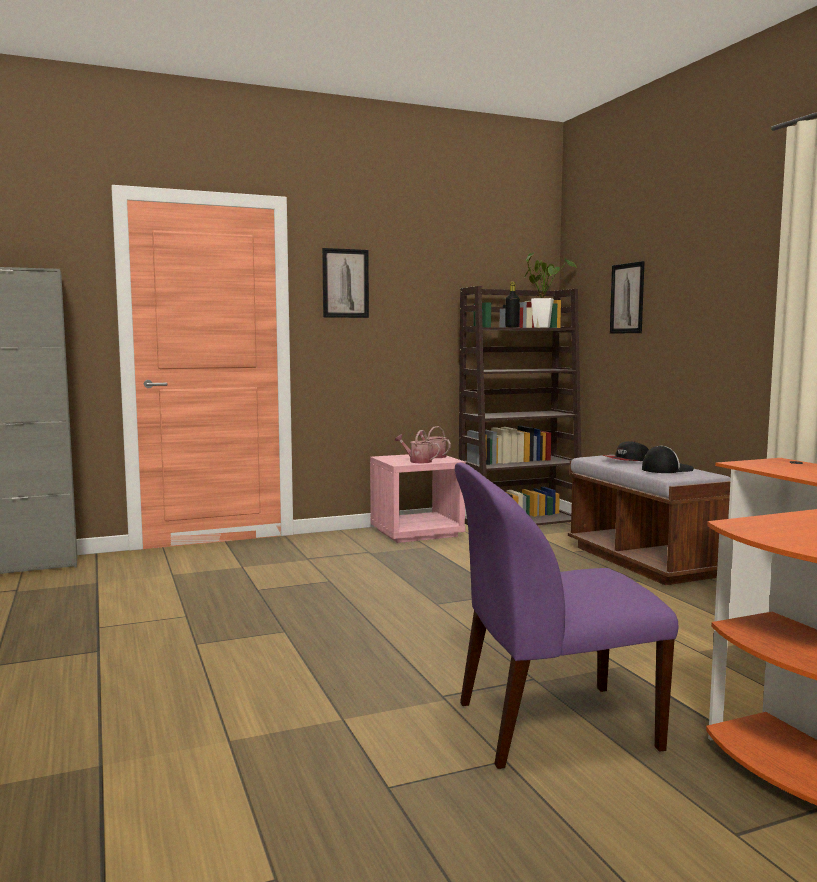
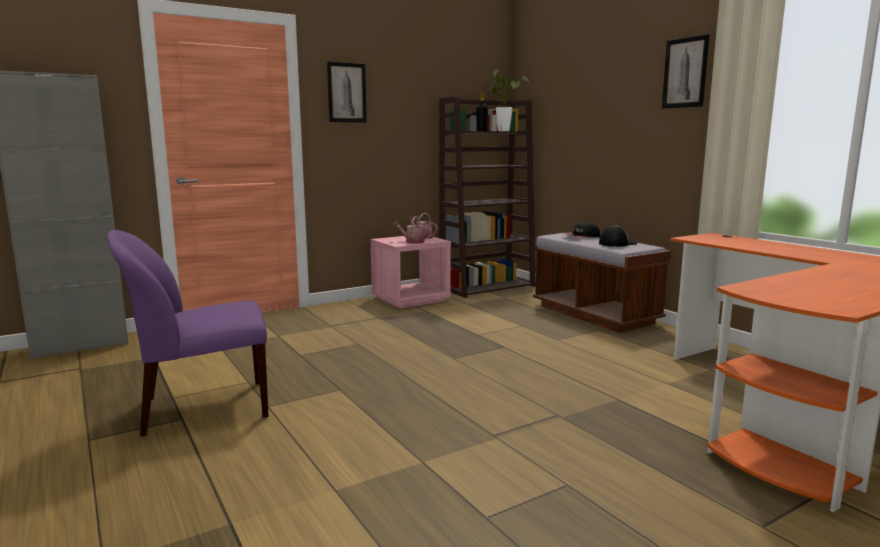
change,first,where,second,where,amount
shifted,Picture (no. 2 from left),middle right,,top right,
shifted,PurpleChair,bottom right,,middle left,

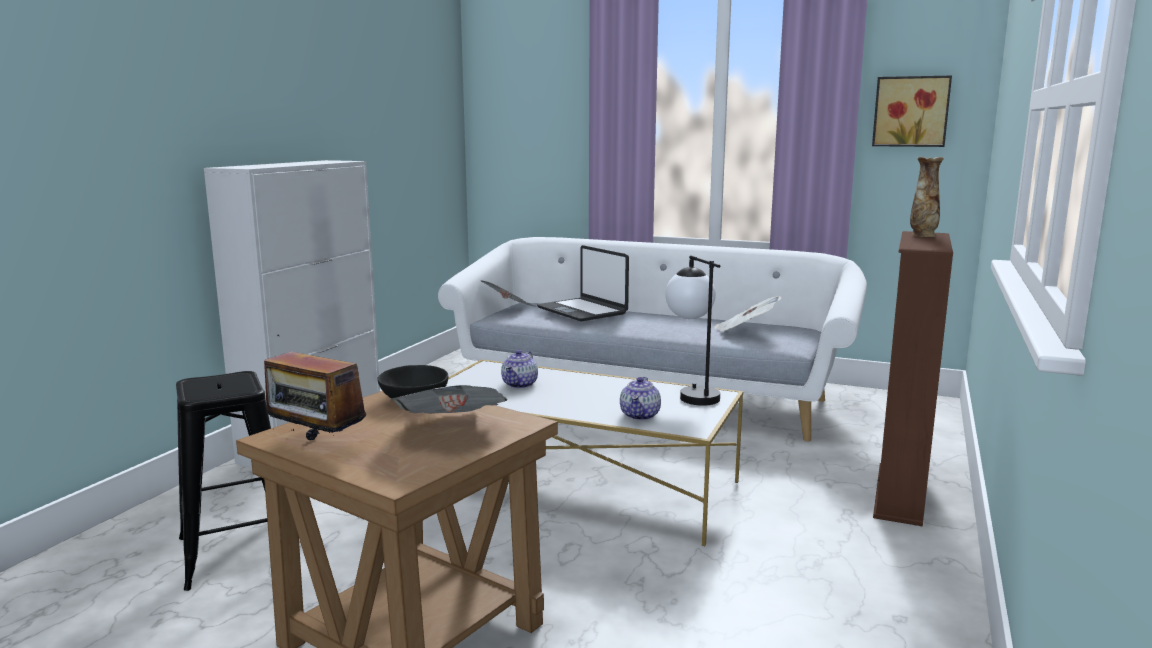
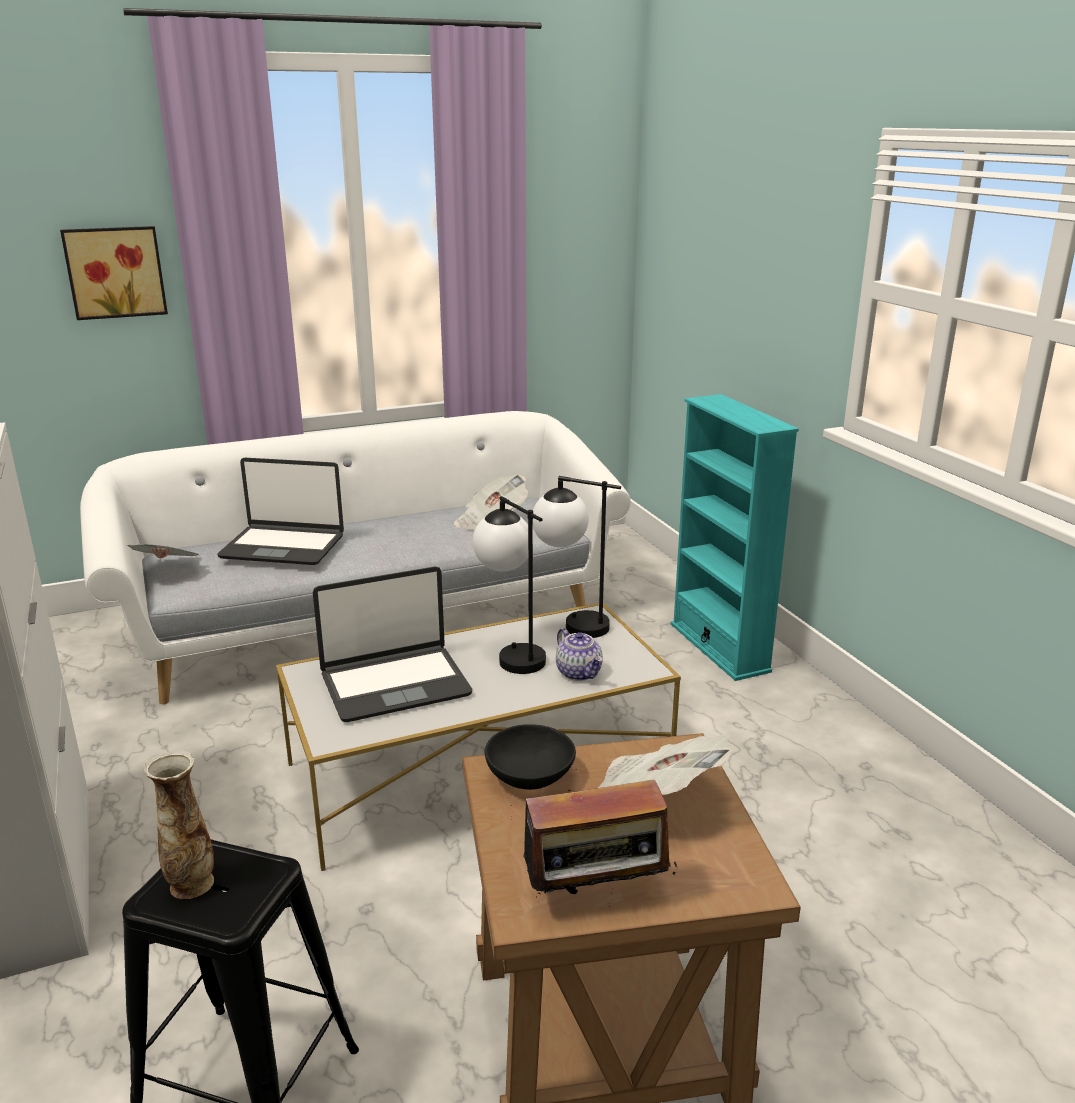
change,first,where,second,where,amount
shifted,Picture,top right,,top left,
shifted,Vase,top right,,bottom left,
repainted,BrownBookcase,middle right,TurquoiseBookcase,middle right,
swapped,Teapot (no. 1 from left),centre,Laptop (no. 2 from left),centre,
new,,,TableLamp (no. 1 from left),centre,

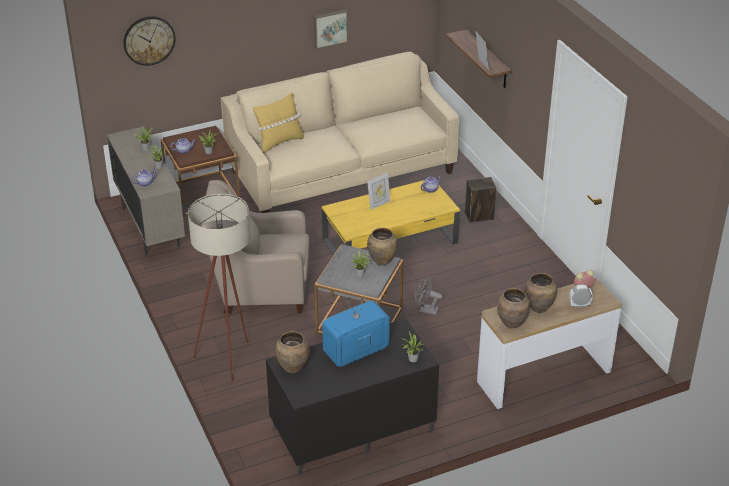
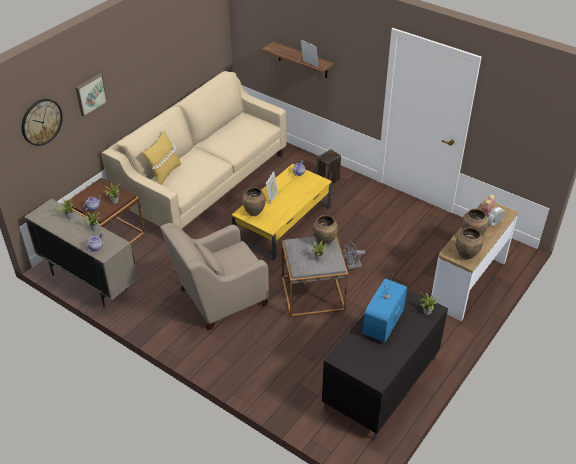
change,first,where,second,where,amount
shifted,Picture,top centre,,top left,
gone,BeigeFloorLamp,middle left,,,
shifted,BrownVase (no. 1 from left),bottom centre,,centre,

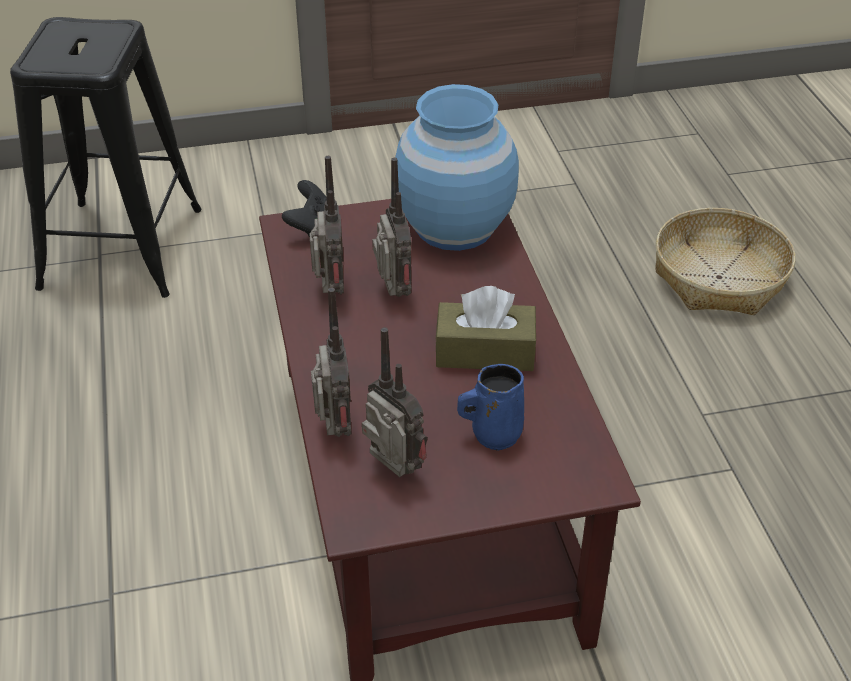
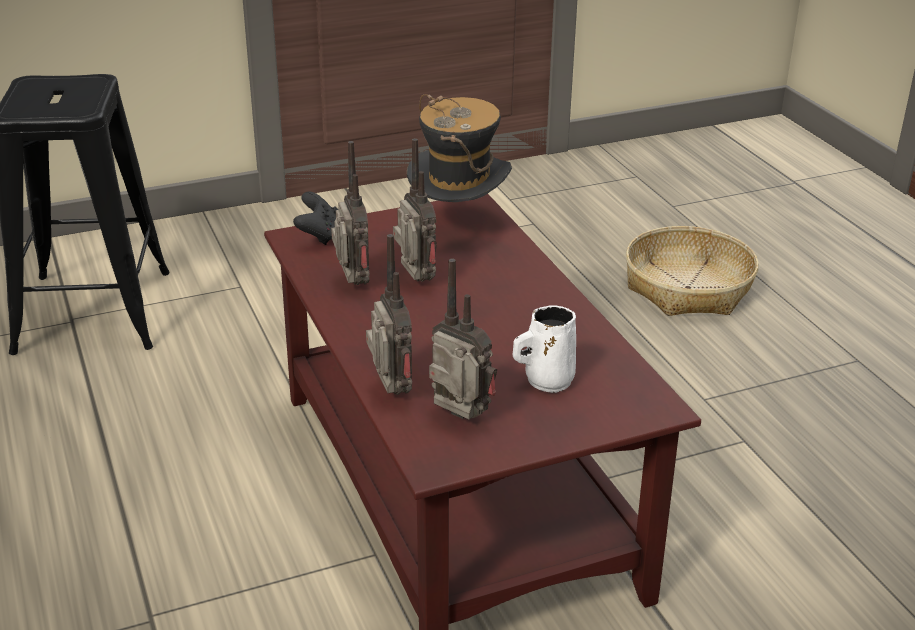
change,first,where,second,where,amount
swapped,BlueVase,top centre,Hat,top centre,
gone,BrownTissueBox,centre,,,
repainted,BlueMug,centre,WhiteMug,centre,

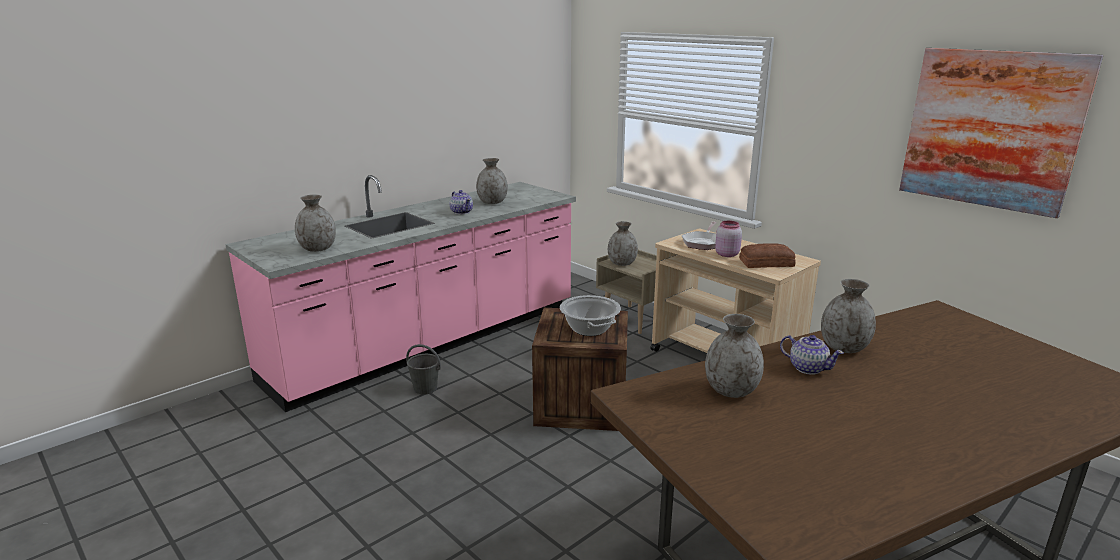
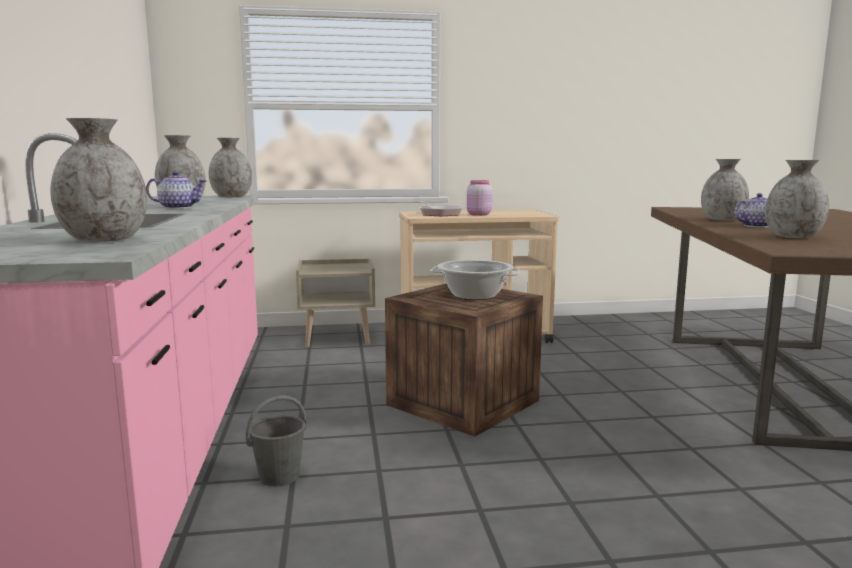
change,first,where,second,where,amount
gone,Picture,top right,,,
shifted,GreyVase (no. 3 from left),centre,,top left,
gone,Bread,middle right,,,

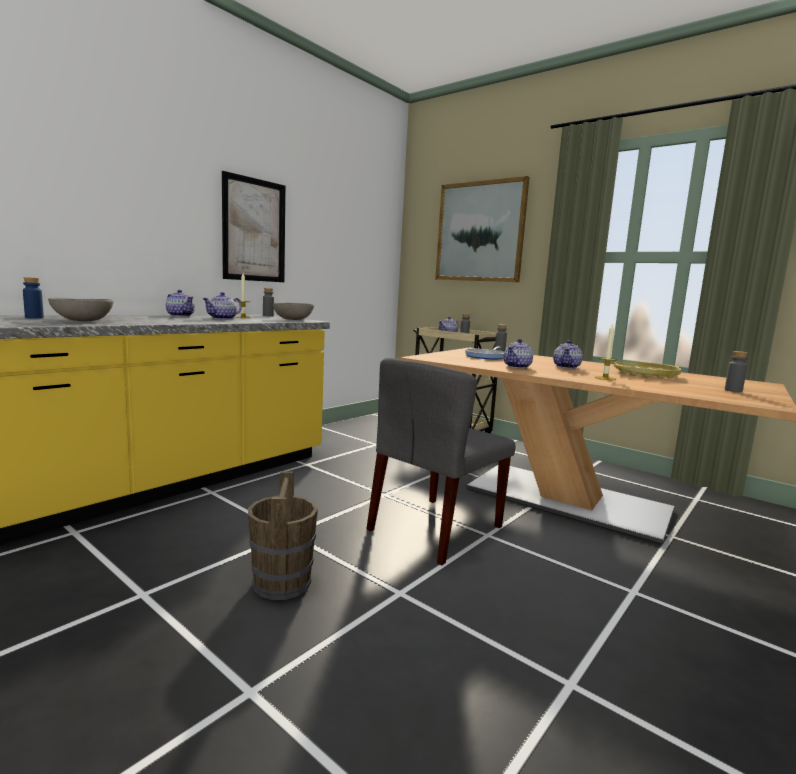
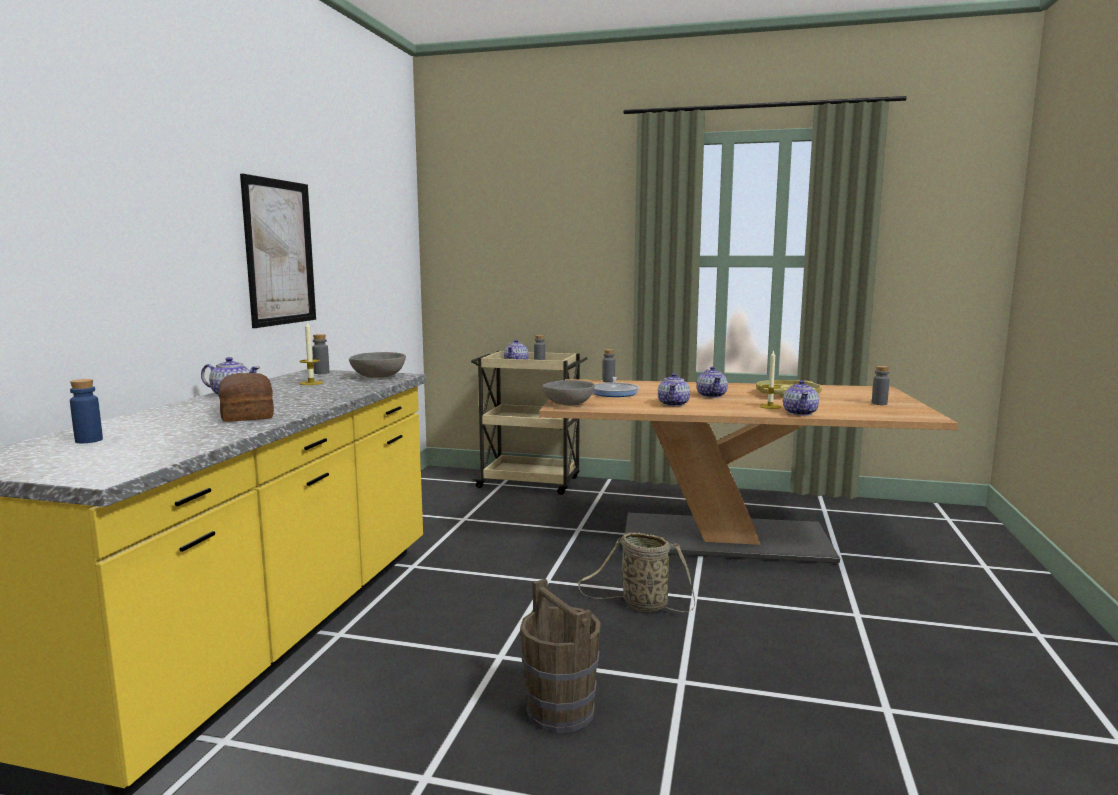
change,first,where,second,where,amount
gone,Picture (no. 2 from left),top centre,,,
shifted,Teapot (no. 2 from left in the first image),middle left,Teapot (no. 5 from left),middle right,
shifted,GreyBowl (no. 1 from left in the first image),middle left,GreyBowl (no. 2 from left),centre,
swapped,GreyChair,centre,Basket,bottom centre,
new,,,Bread,middle left,

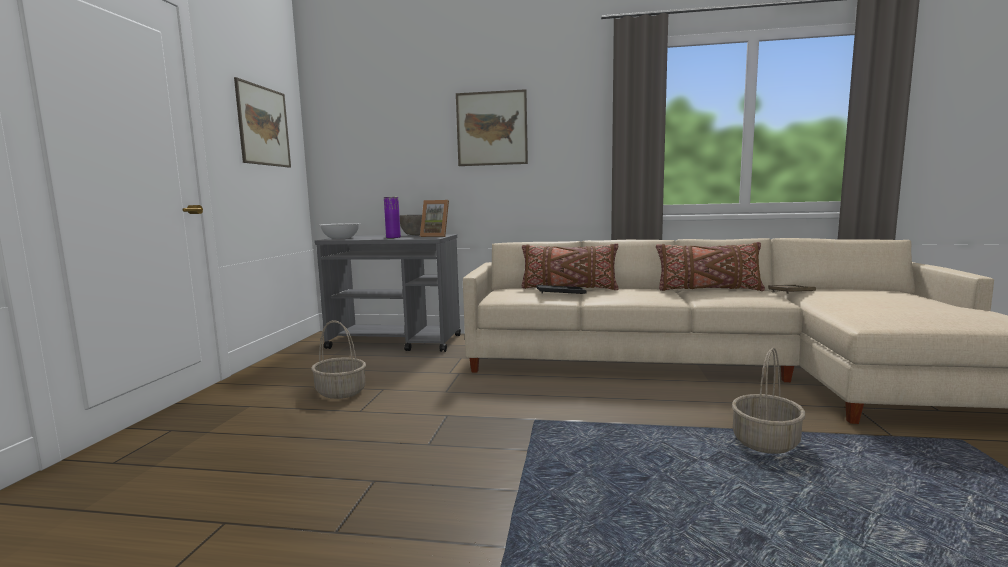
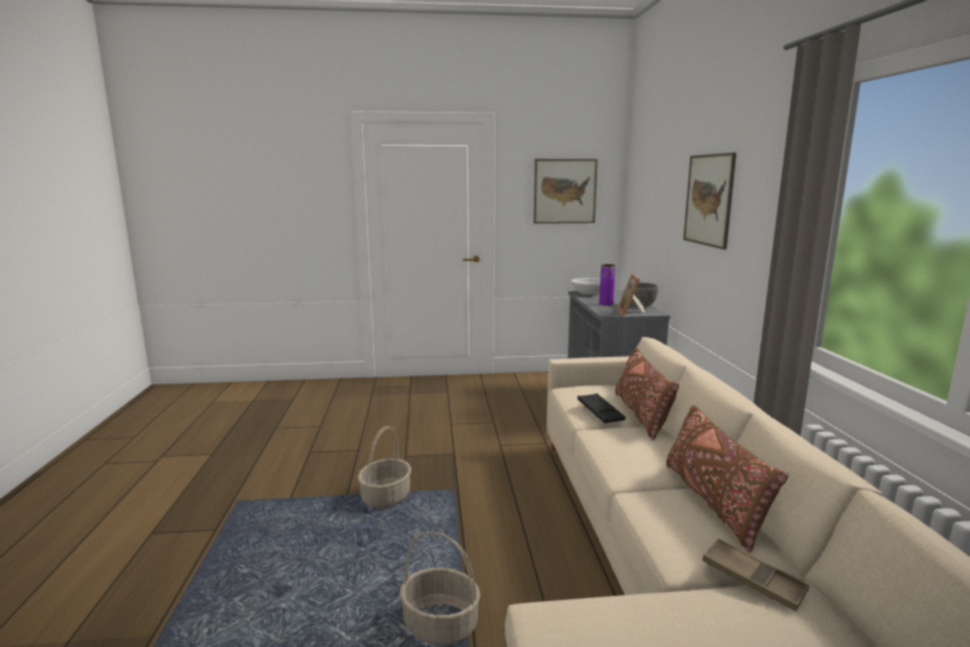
change,first,where,second,where,amount
shifted,Basket (no. 1 from left),centre,,bottom centre,

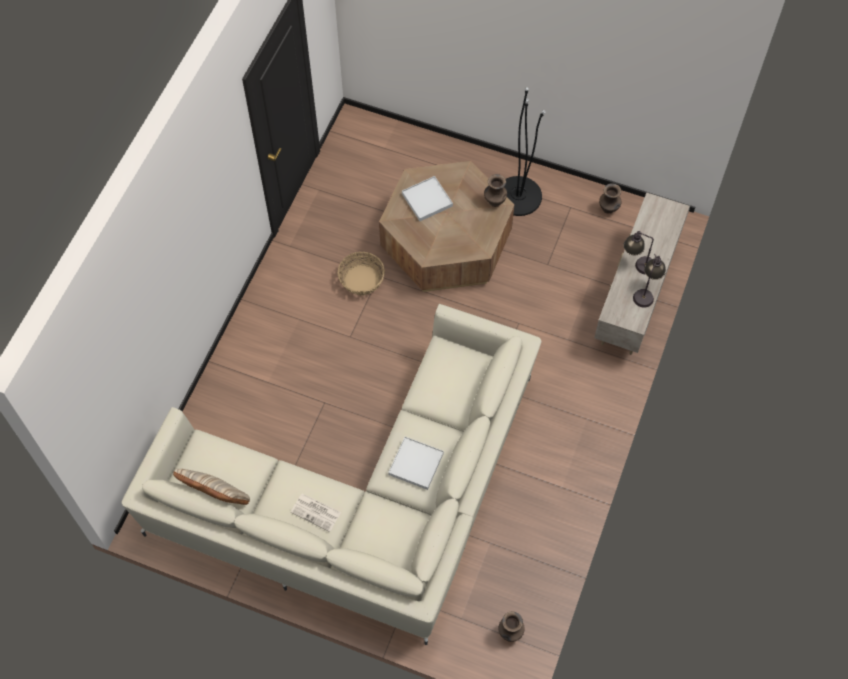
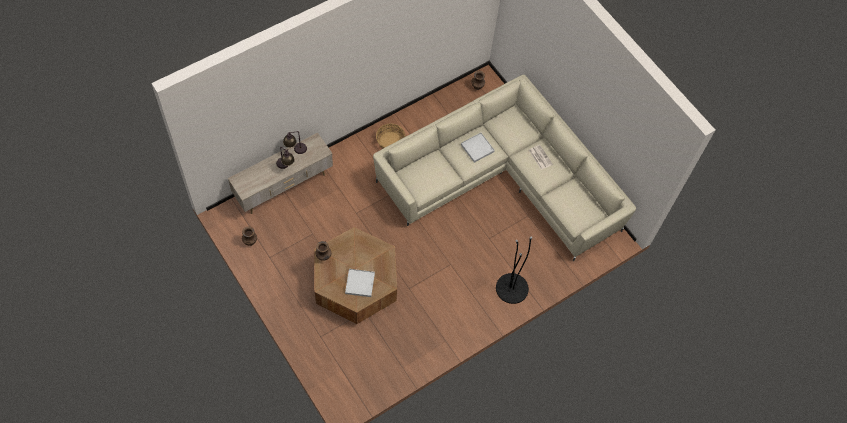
change,first,where,second,where,amount
shifted,BlackFloorLamp,top centre,,centre,
shifted,Basket,centre,,top centre,
gone,BeigePillow,bottom left,,,

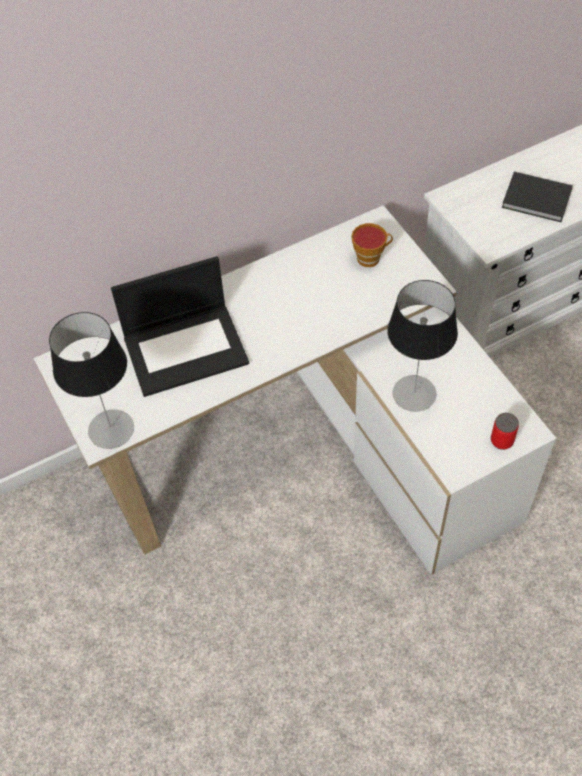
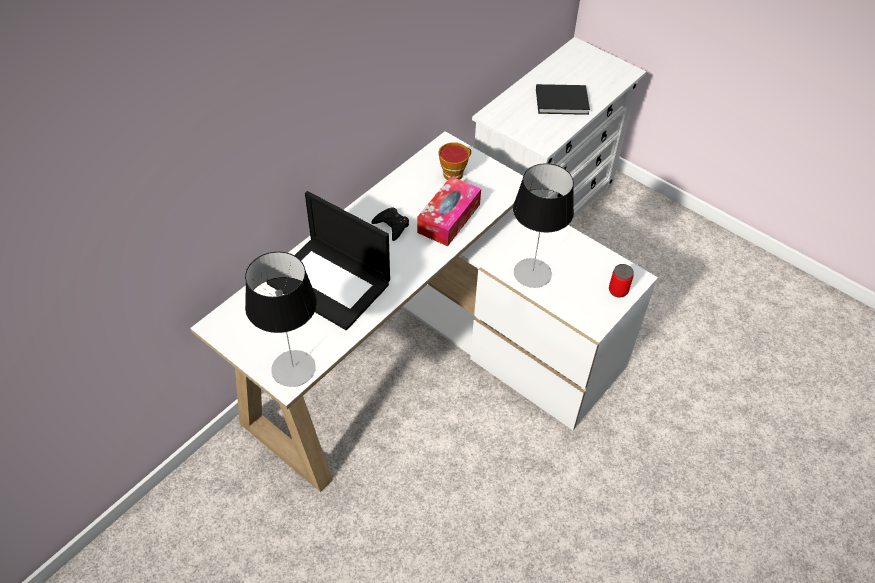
change,first,where,second,where,amount
rotated,Laptop,middle left,,centre,75 degrees clockwise
new,,,TissueBox,centre,
new,,,BlackGameController,centre,

